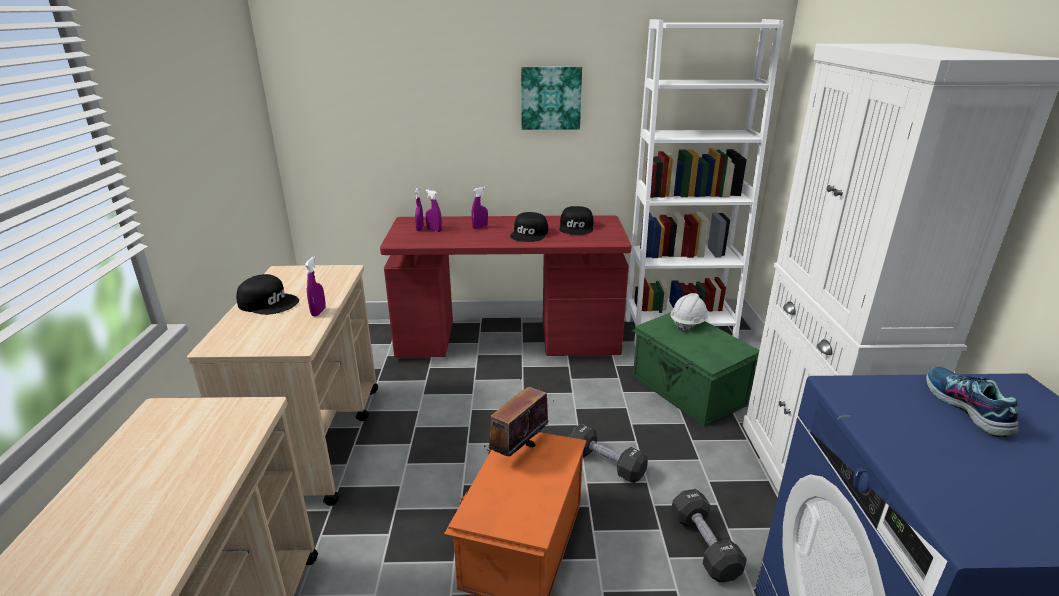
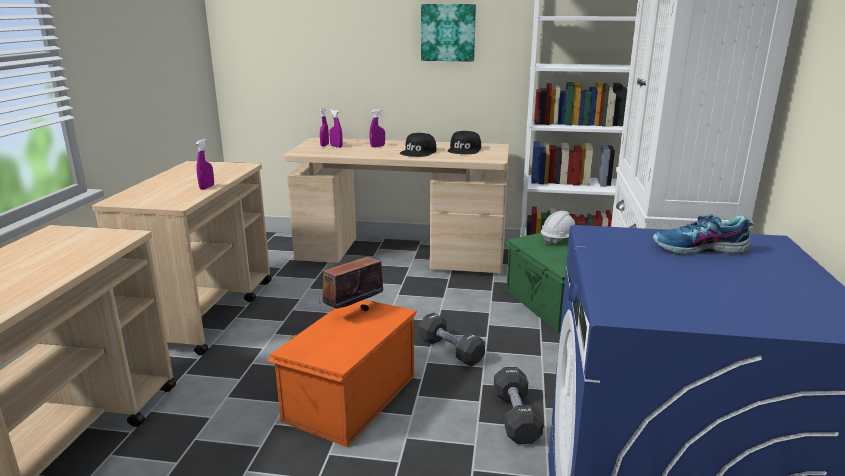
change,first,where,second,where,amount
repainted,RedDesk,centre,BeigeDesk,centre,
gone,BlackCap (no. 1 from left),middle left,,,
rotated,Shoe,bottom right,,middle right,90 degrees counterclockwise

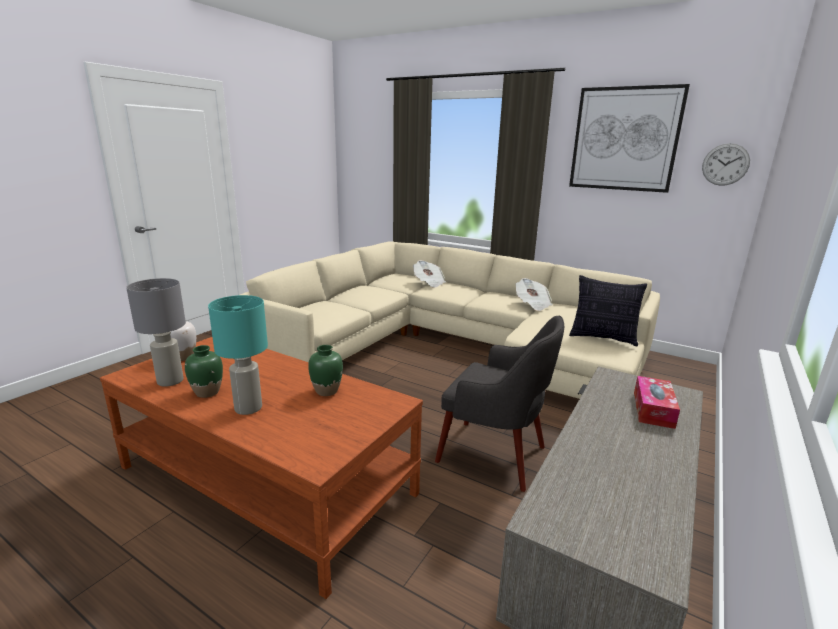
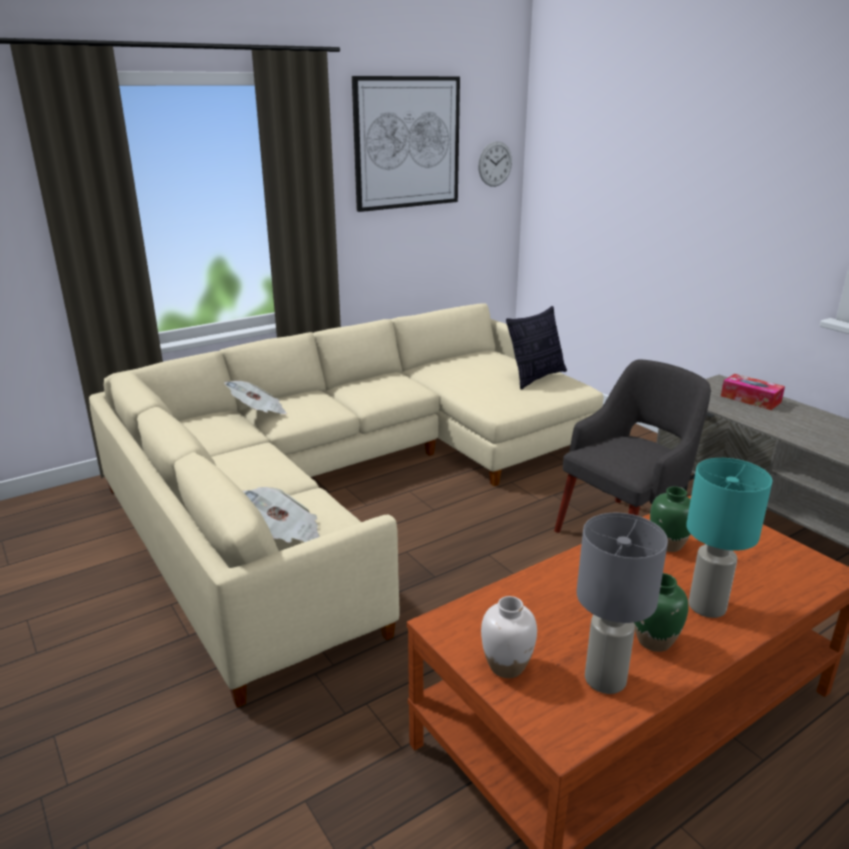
change,first,where,second,where,amount
shifted,Newspaper (no. 2 from left),centre,,middle left,

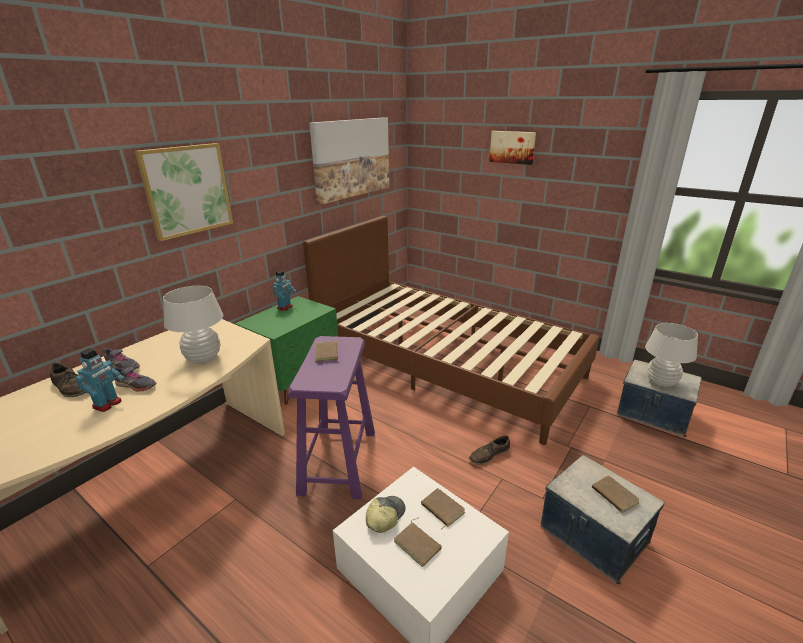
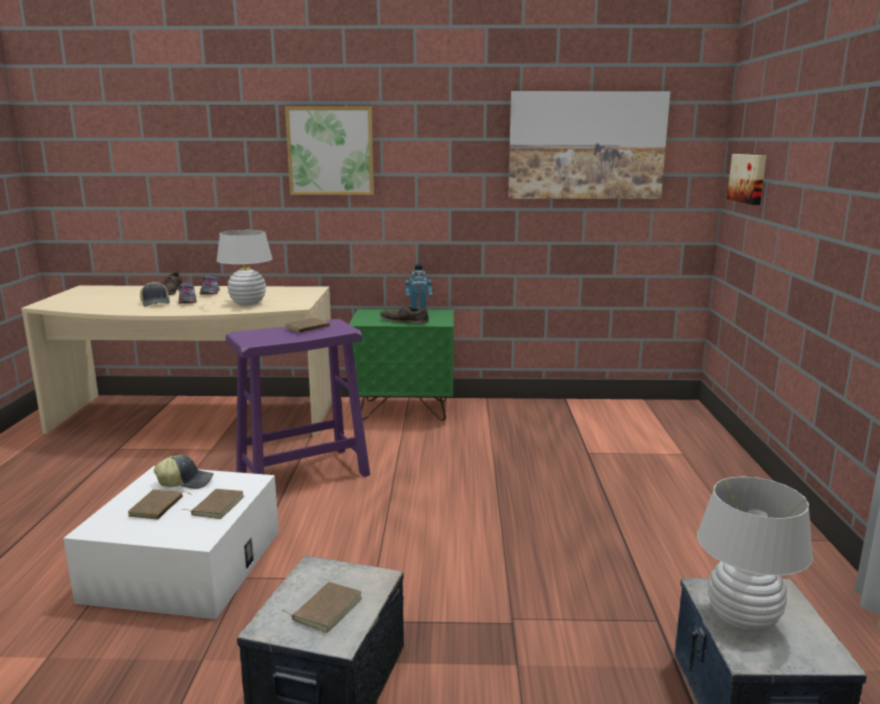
change,first,where,second,where,amount
shifted,Picture (no. 3 from left),top centre,,top right,
gone,BrownBed,centre,,,
swapped,ToyRobot (no. 1 from left),middle left,Cap (no. 1 from left),middle left,
shifted,BrownShoe (no. 2 from left),bottom centre,,centre,

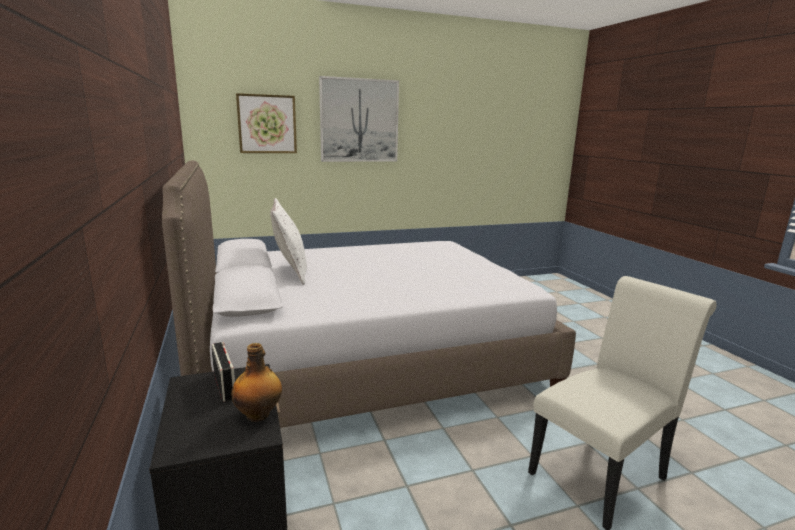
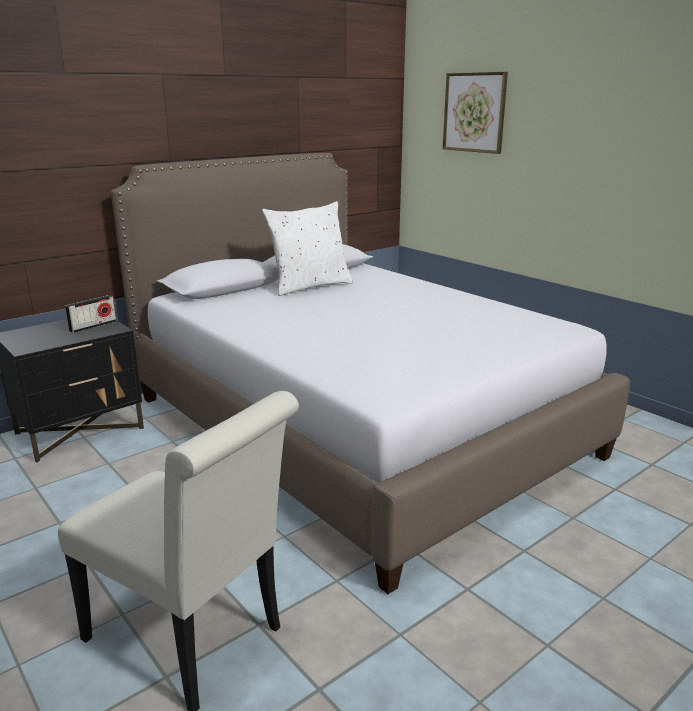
change,first,where,second,where,amount
gone,Picture (no. 2 from left),top centre,,,
gone,Bottle,bottom left,,,

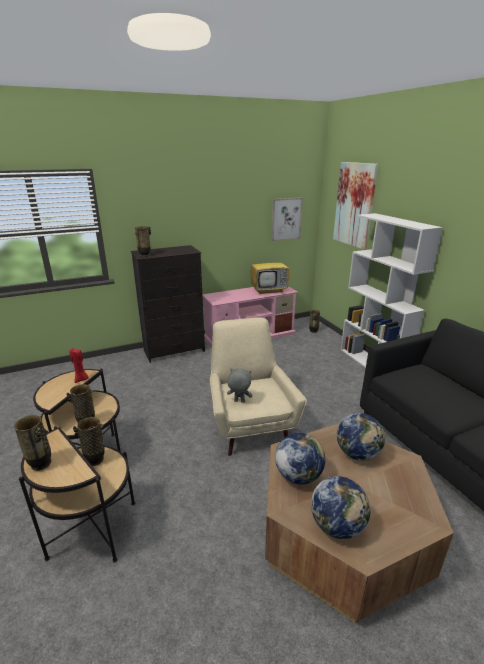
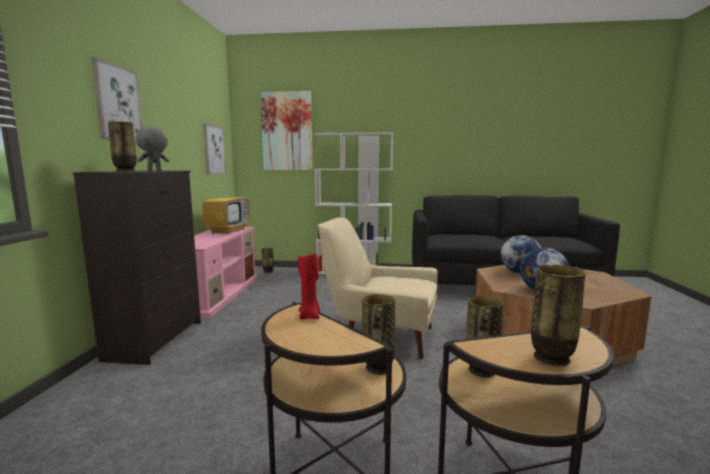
change,first,where,second,where,amount
shifted,GreyPlushToy,centre,,top left,
gone,Globe (no. 2 from left),bottom right,,,
new,,,Picture (no. 1 from left),top left,

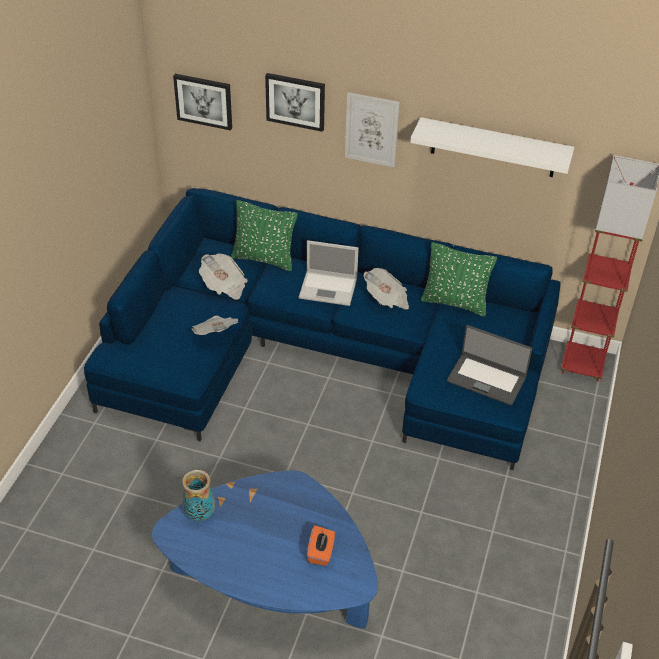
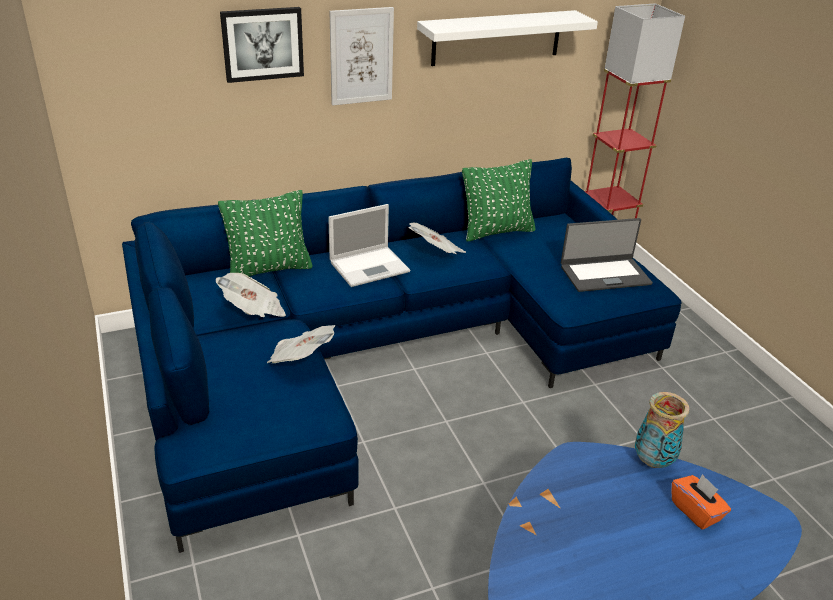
change,first,where,second,where,amount
gone,Picture (no. 1 from left),top left,,,
shifted,Vase,bottom left,,bottom right,

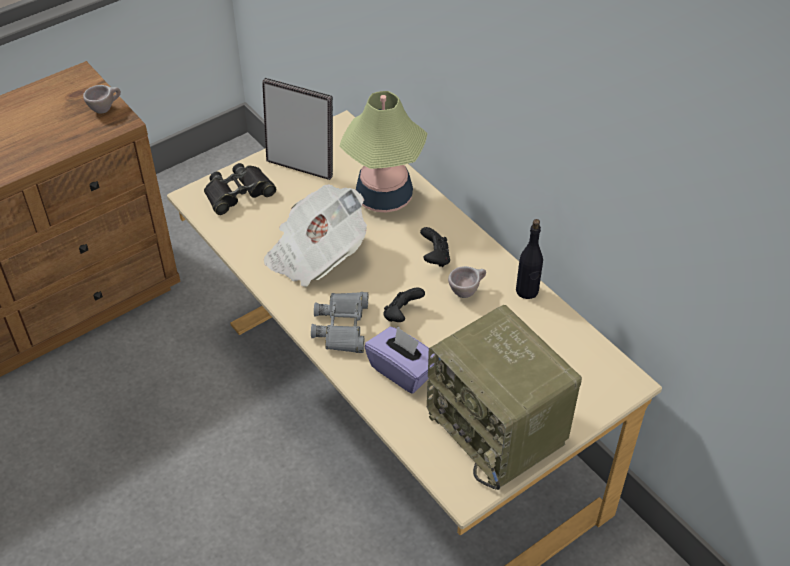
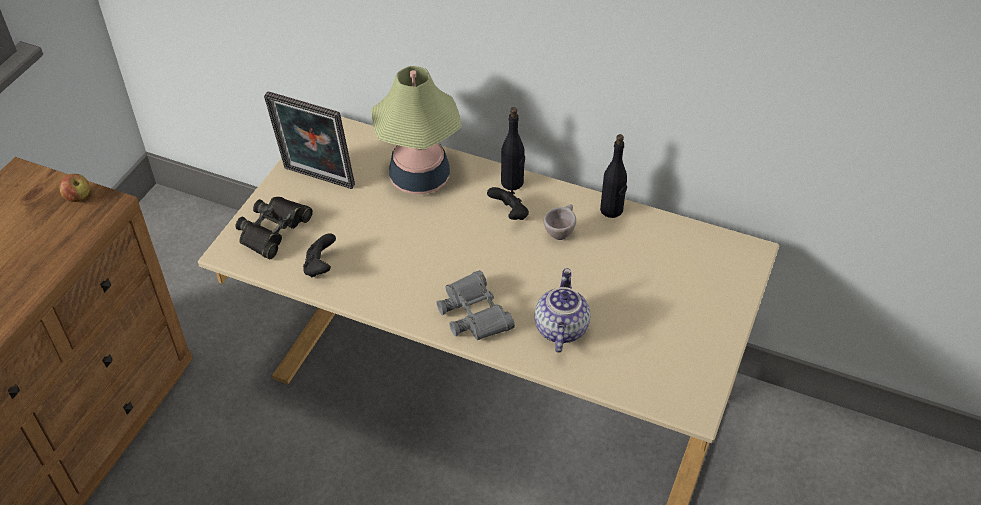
change,first,where,second,where,amount
rotated,PictureFrame,top centre,,top left,150 degrees counterclockwise
swapped,BeigeCup (no. 1 from left),top left,Apple,middle left,
gone,Newspaper,centre,,,
shifted,BlackGameController (no. 1 from left),centre,,middle left,
gone,Radio,bottom centre,,,
swapped,PurpleTissueBox,centre,Teapot,centre,
new,,,BlackBottle (no. 1 from left),top centre,

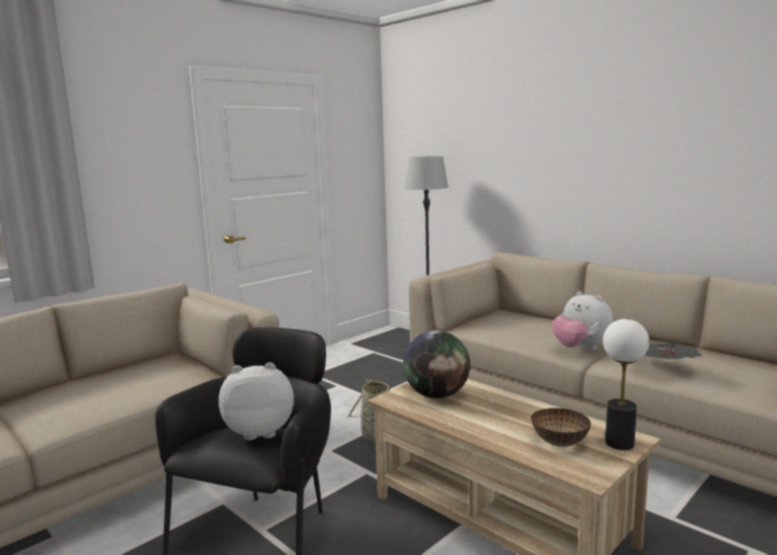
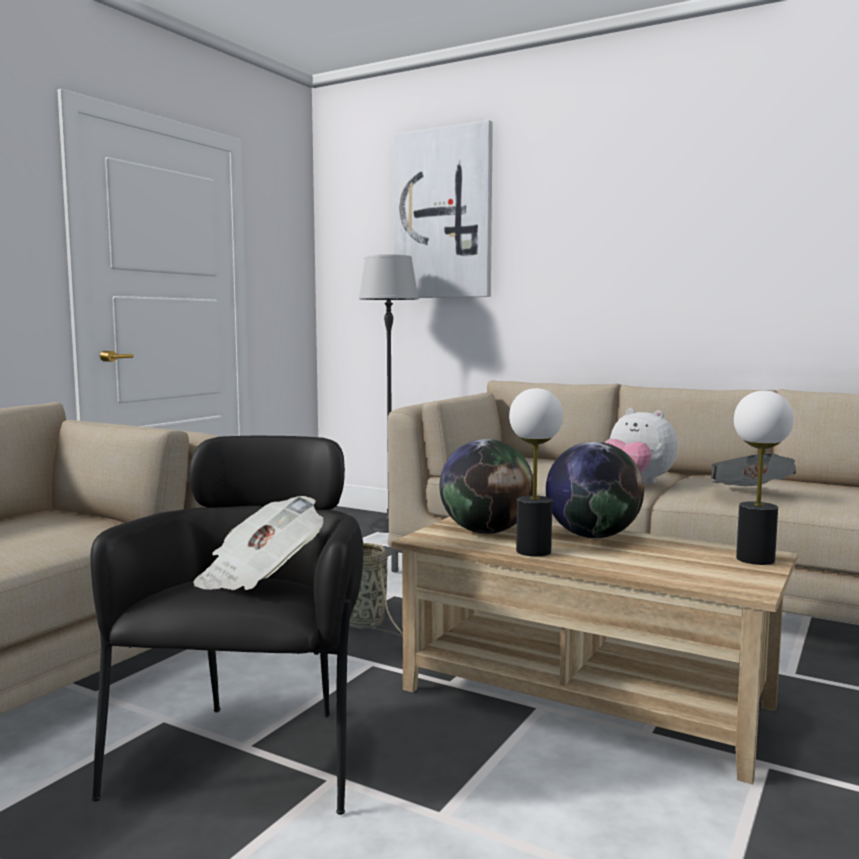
change,first,where,second,where,amount
swapped,PlushToy (no. 1 from left),bottom left,Newspaper (no. 1 from left),middle left,
gone,Bowl,bottom right,,,
new,,,Picture,top centre,
new,,,TableLamp (no. 1 from left),centre,
new,,,Globe (no. 2 from left),middle right,

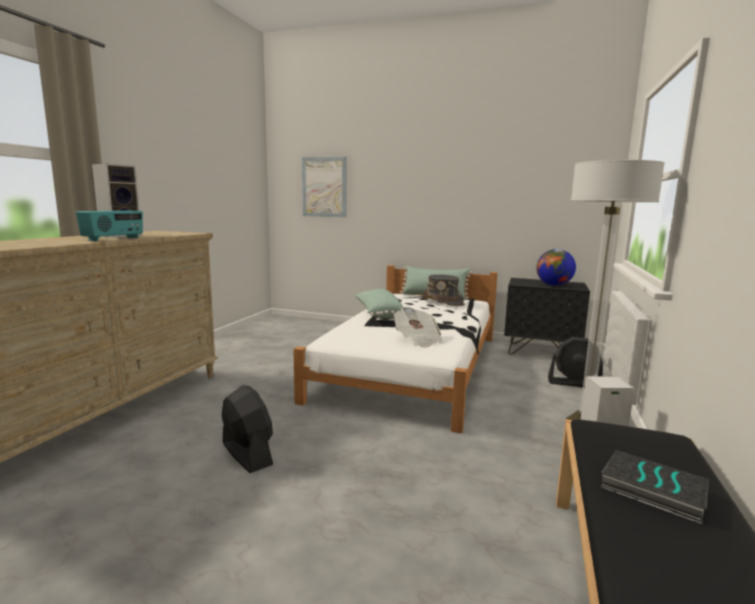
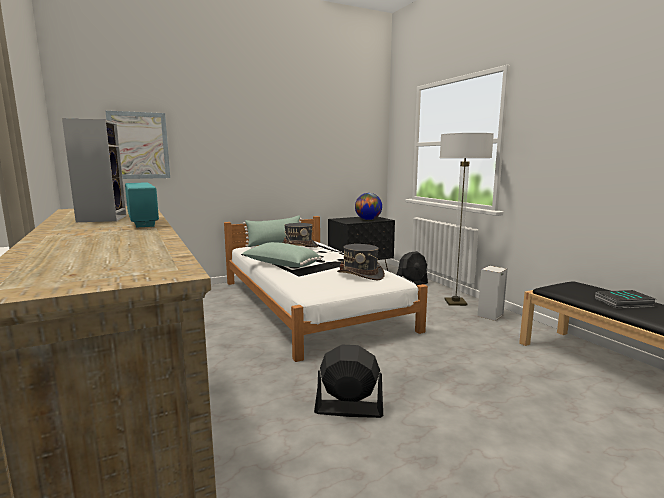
change,first,where,second,where,amount
swapped,Newspaper,centre,GreyHat (no. 2 from left),centre,

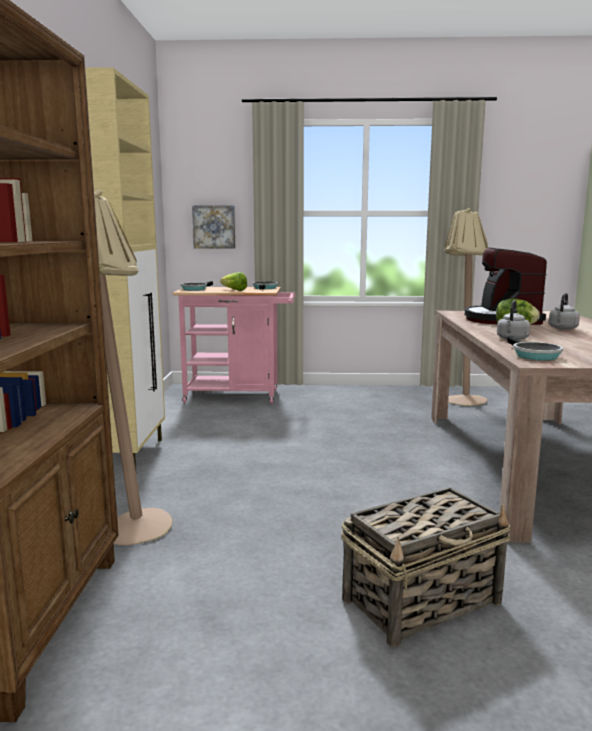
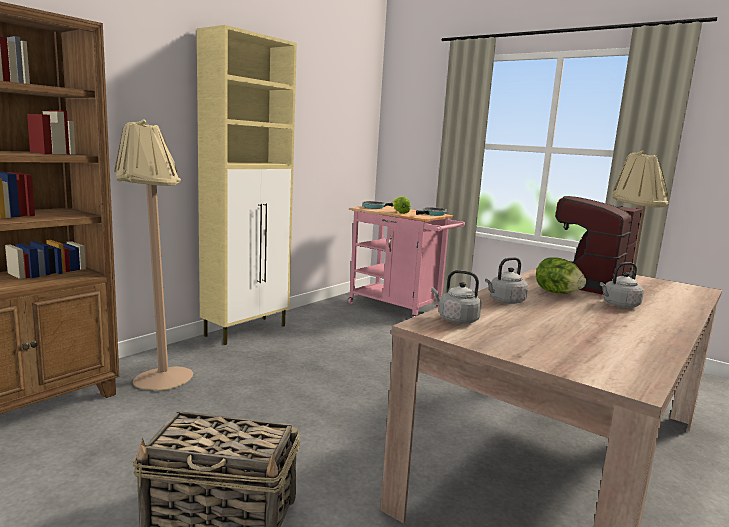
change,first,where,second,where,amount
gone,Picture,top centre,,,
swapped,FryingPan (no. 3 from left),middle right,GreyKettle (no. 1 from left),centre,

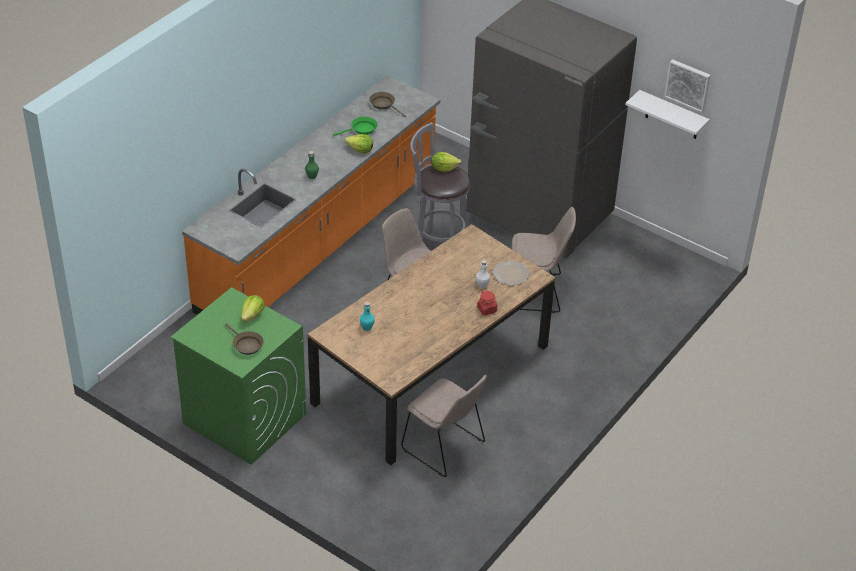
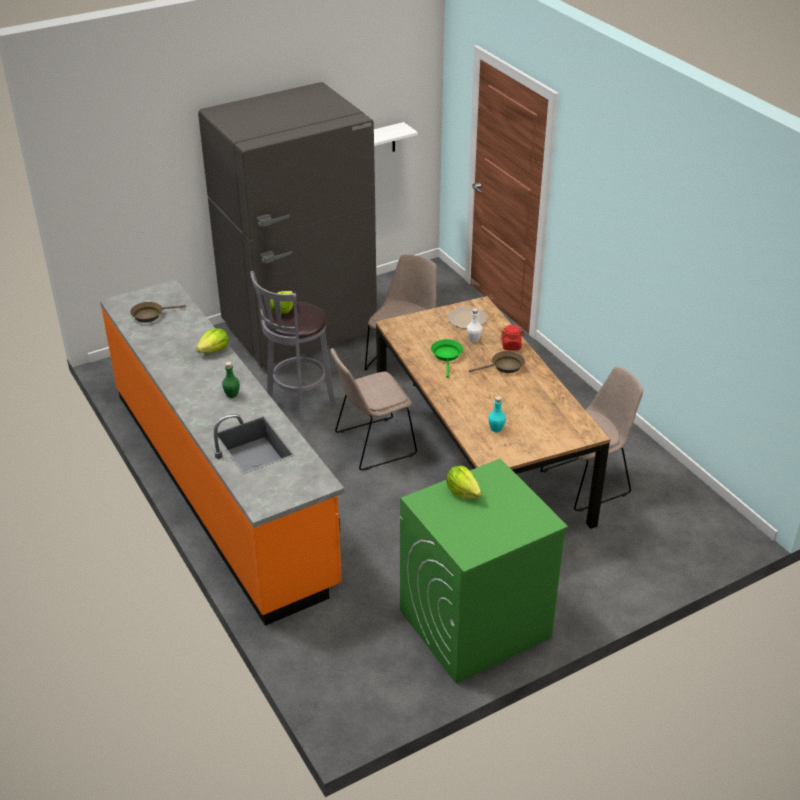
change,first,where,second,where,amount
gone,Picture,top right,,,
shifted,GreenFryingPan,top centre,,centre,
shifted,BrownFryingPan (no. 1 from left in the first image),middle left,BrownFryingPan (no. 2 from left),centre,

